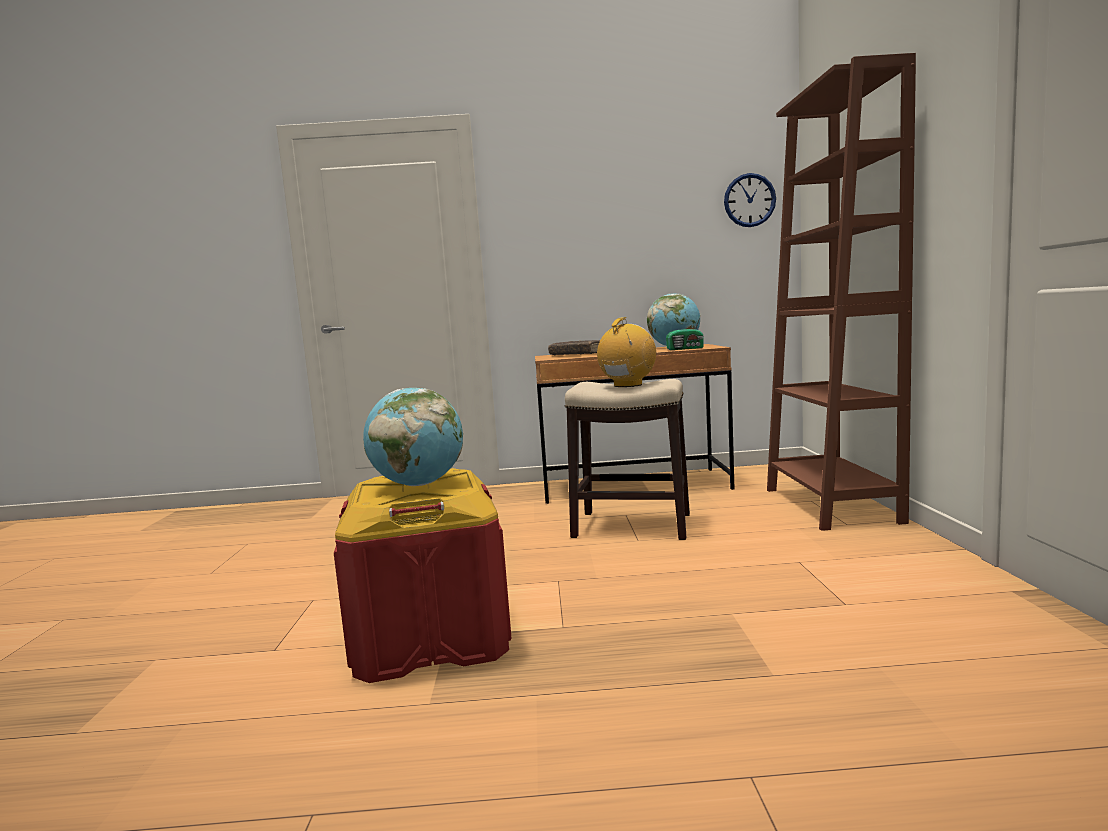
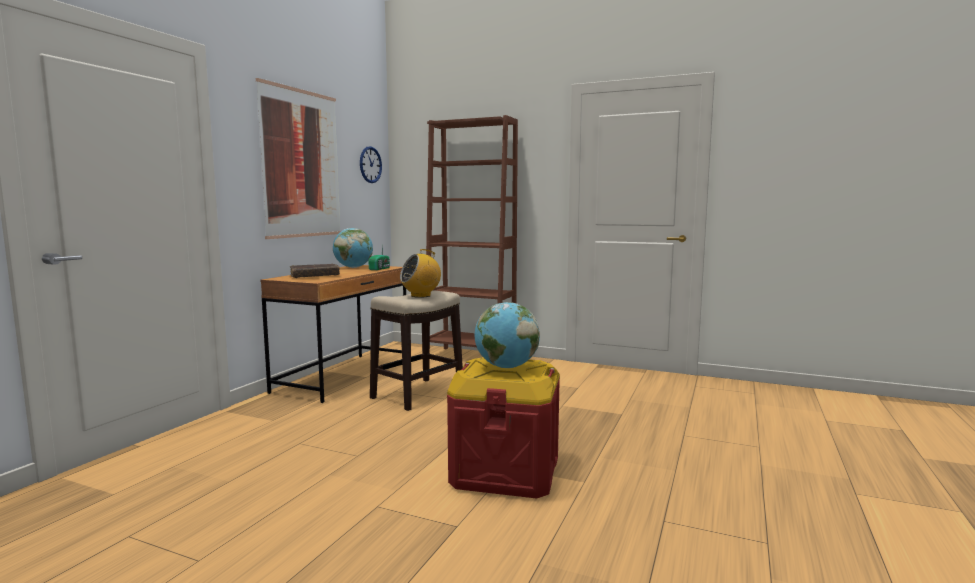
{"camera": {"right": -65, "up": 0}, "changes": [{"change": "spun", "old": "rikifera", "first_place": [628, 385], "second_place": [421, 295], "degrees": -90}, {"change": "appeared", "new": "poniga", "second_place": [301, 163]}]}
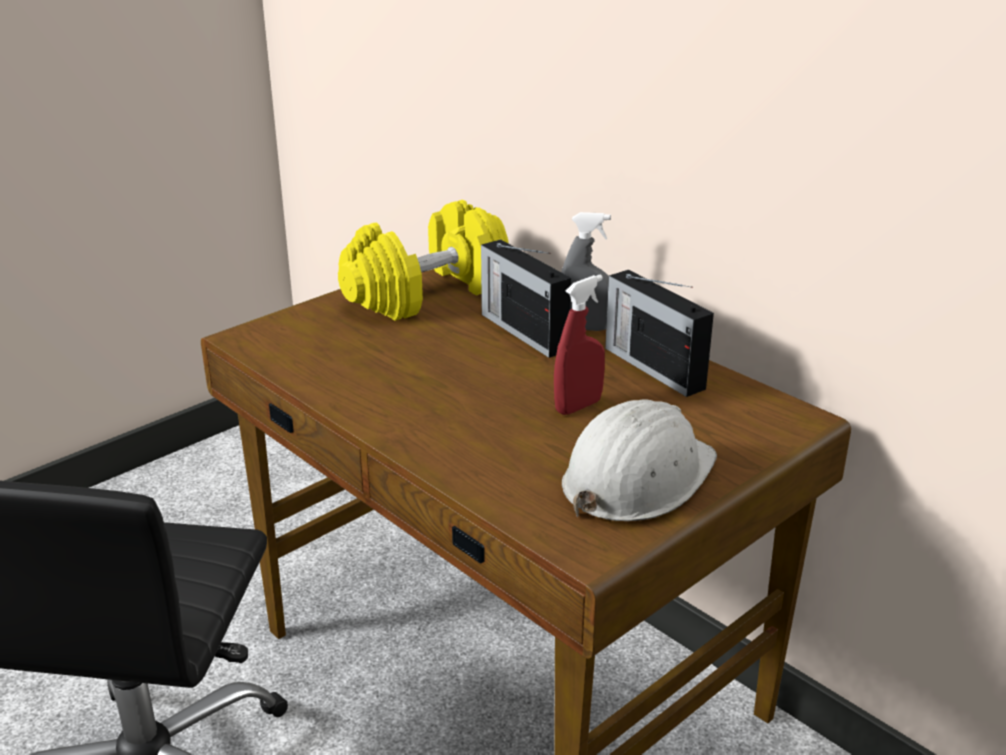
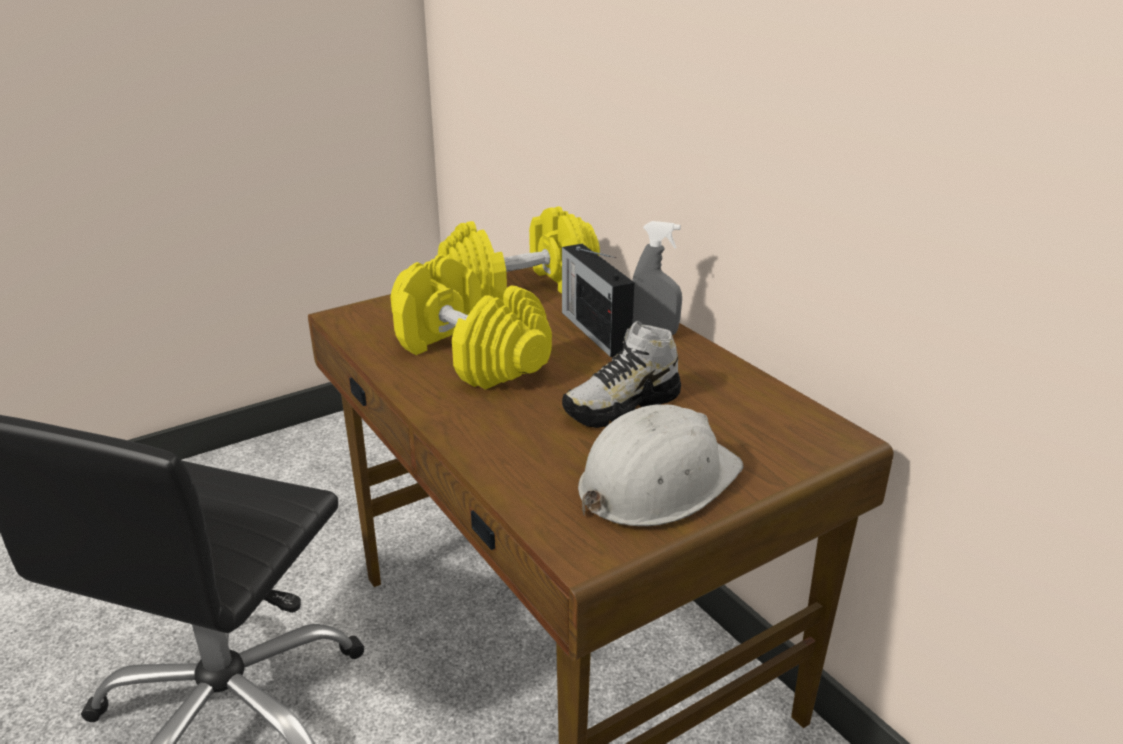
{"camera": {"right": 10, "up": 0}, "changes": [{"change": "exchanged", "old": "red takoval", "new": "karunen", "first_place": [578, 406], "second_place": [622, 405]}, {"change": "missing", "old": "rikifera", "first_place": [652, 367]}, {"change": "appeared", "new": "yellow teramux", "second_place": [468, 355]}]}
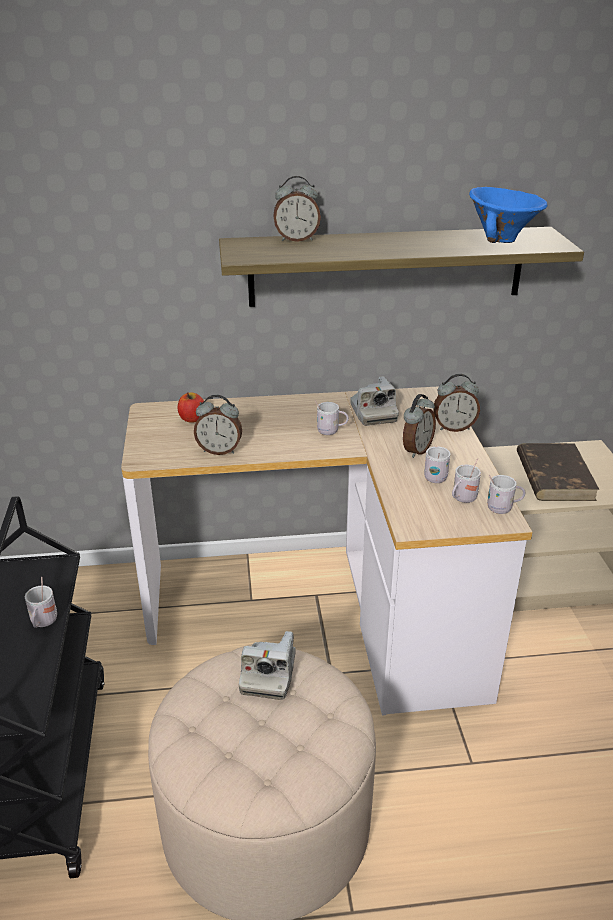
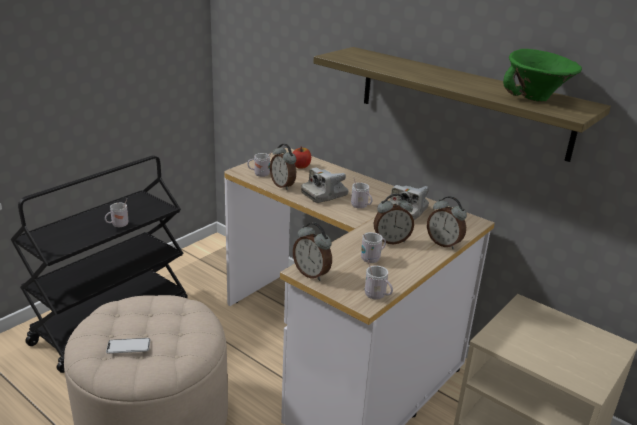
{"camera": {"right": 45, "up": -5}, "changes": [{"change": "relocated", "old": "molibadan", "first_place": [268, 674], "second_place": [324, 194]}, {"change": "relocated", "old": "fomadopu", "first_place": [296, 239], "second_place": [312, 274]}, {"change": "relocated", "old": "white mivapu", "first_place": [462, 499], "second_place": [259, 174]}, {"change": "colour", "old": "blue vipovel", "new": "green vipovel", "first_place": [503, 239], "second_place": [537, 98]}, {"change": "missing", "old": "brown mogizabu", "first_place": [554, 476]}, {"change": "appeared", "new": "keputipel", "second_place": [128, 346]}]}
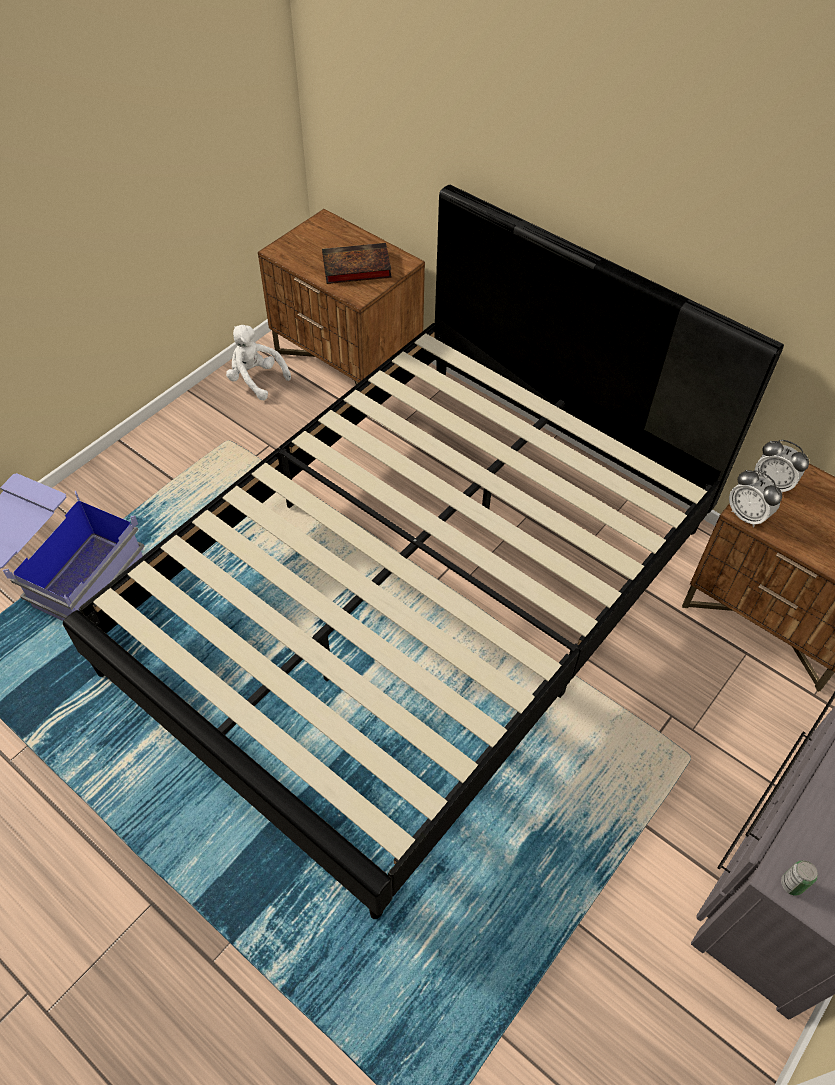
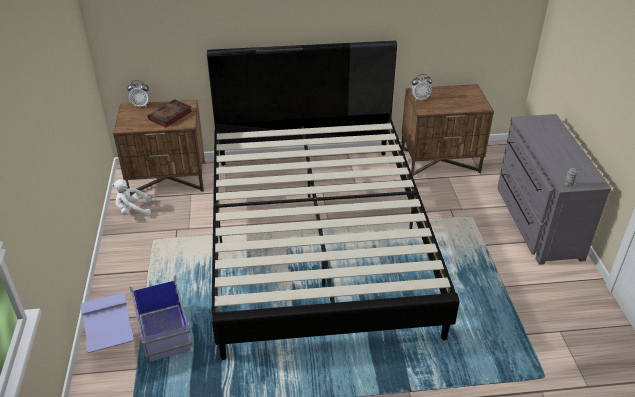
{"camera": {"right": -45, "up": -15}, "changes": [{"change": "relocated", "old": "fomadopu", "first_place": [746, 515], "second_place": [141, 105]}]}
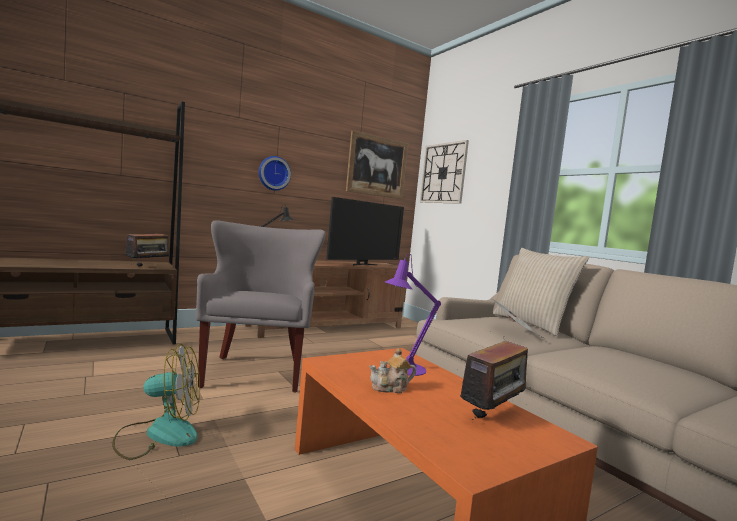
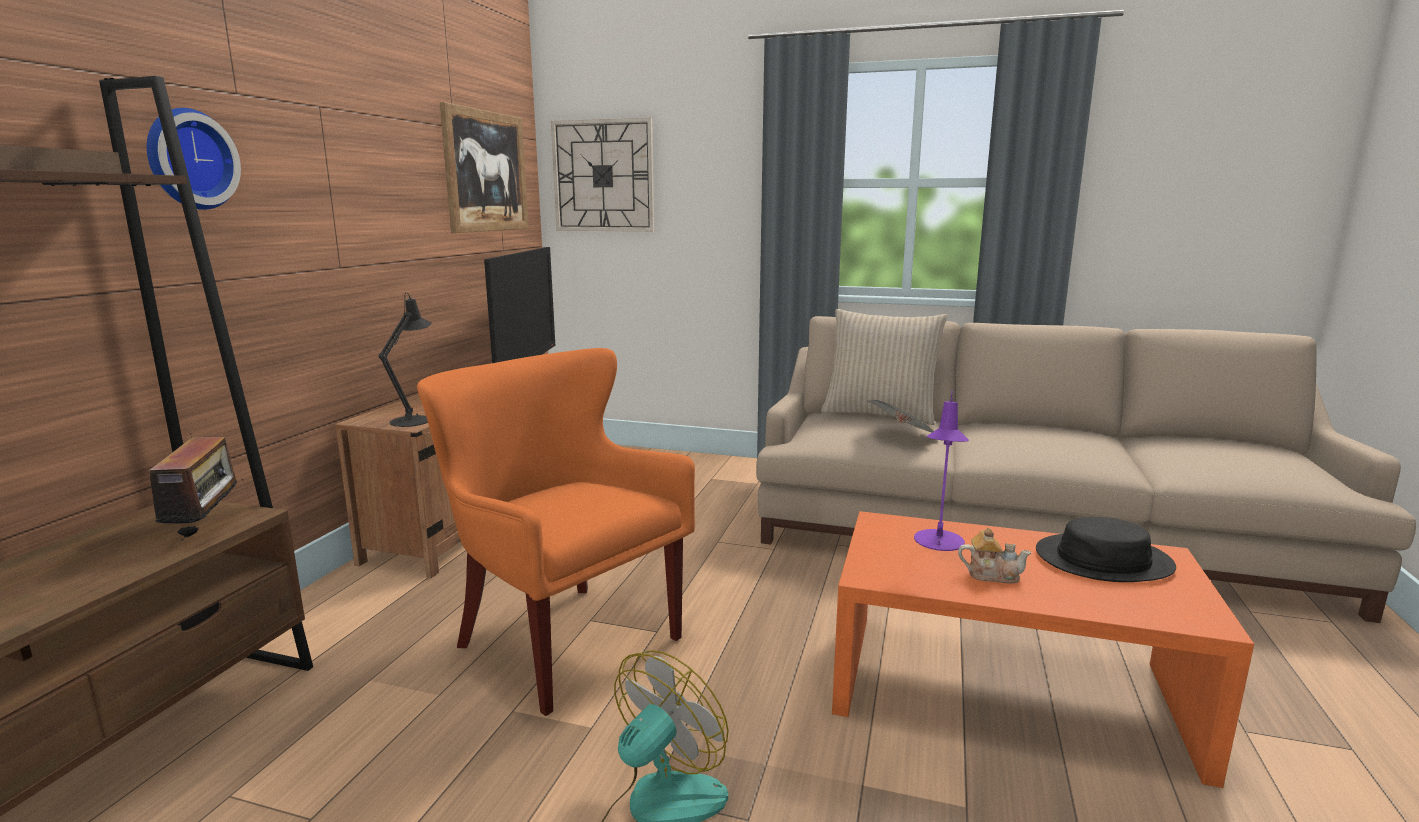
{"camera": {"right": -40, "up": 10}, "changes": [{"change": "colour", "old": "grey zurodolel", "new": "orange zurodolel", "first_place": [256, 372], "second_place": [566, 640]}, {"change": "relocated", "old": "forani", "first_place": [273, 173], "second_place": [188, 159]}, {"change": "spun", "old": "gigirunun", "first_place": [391, 388], "second_place": [991, 575], "degrees": -105}, {"change": "exchanged", "old": "rikifera", "new": "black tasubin", "first_place": [492, 416], "second_place": [1103, 560]}]}
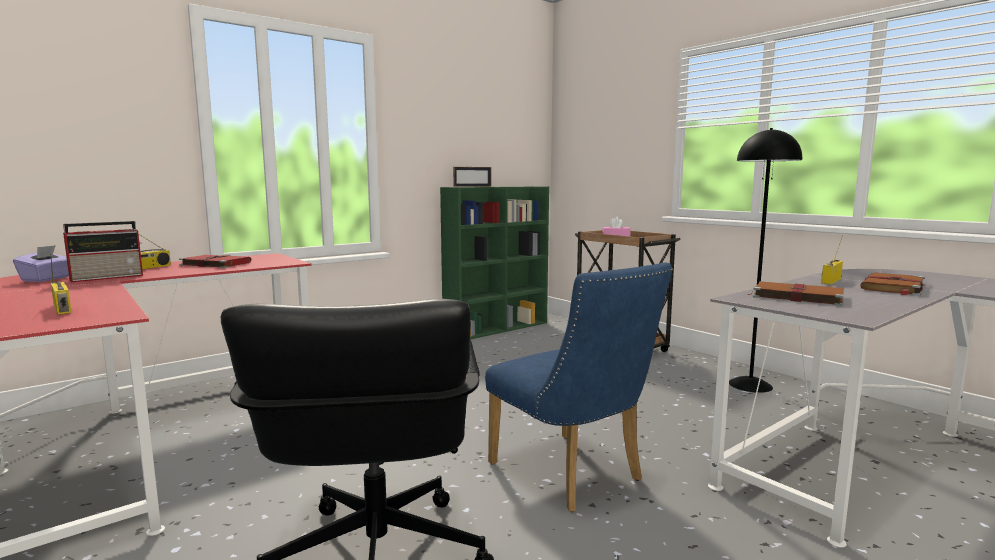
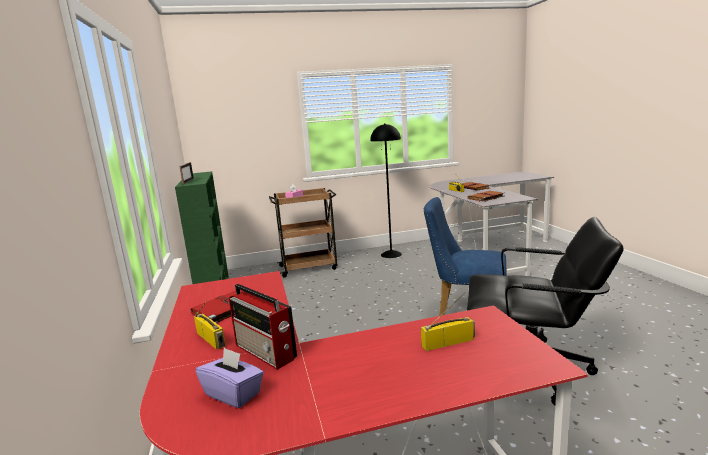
{"camera": {"right": -65, "up": 5}, "changes": [{"change": "spun", "old": "rikifera", "first_place": [108, 277], "second_place": [266, 352], "degrees": 150}, {"change": "spun", "old": "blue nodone", "first_place": [572, 476], "second_place": [465, 310], "degrees": -150}]}
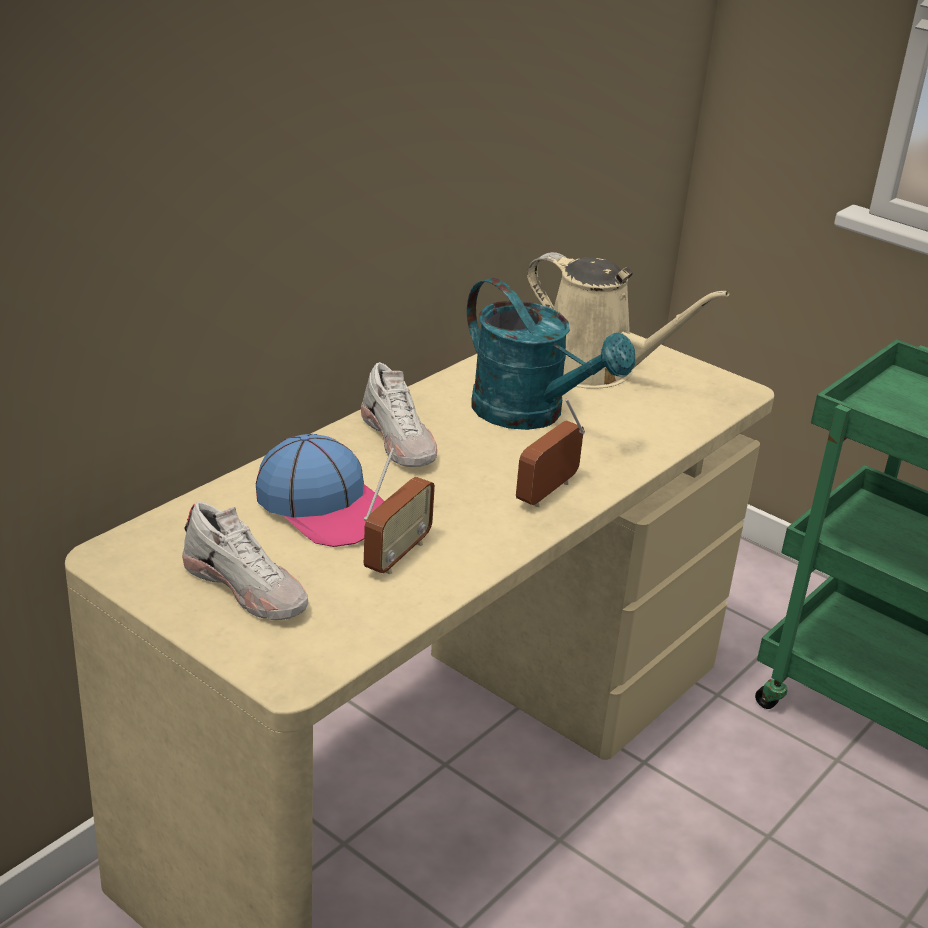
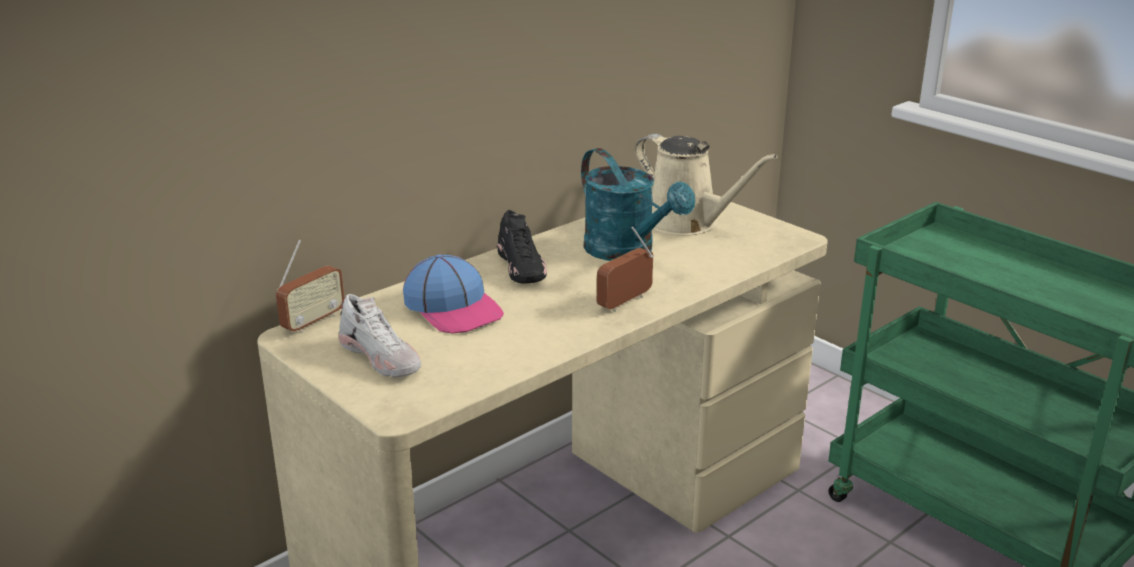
{"camera": {"right": 10, "up": -5}, "changes": [{"change": "colour", "old": "white karunen", "new": "black karunen", "first_place": [399, 440], "second_place": [522, 267]}, {"change": "relocated", "old": "rikifera", "first_place": [397, 555], "second_place": [313, 322]}]}
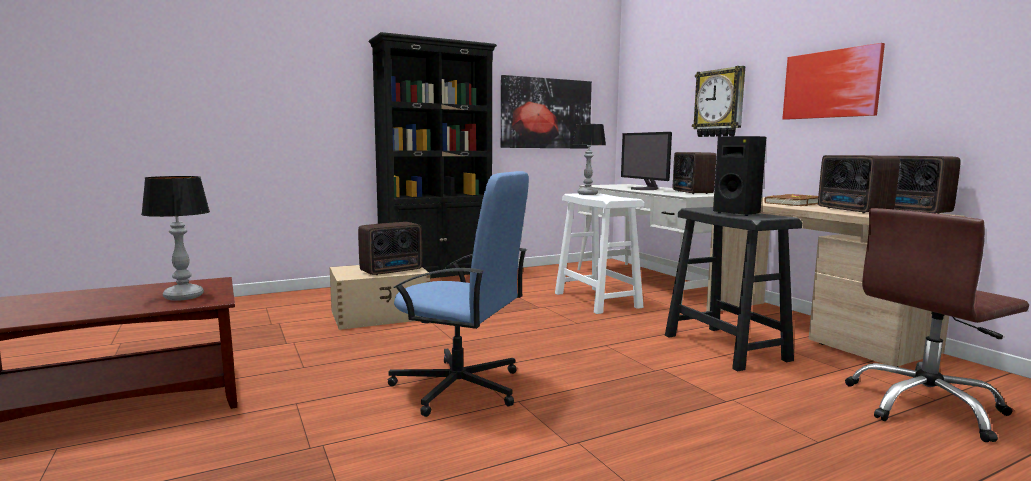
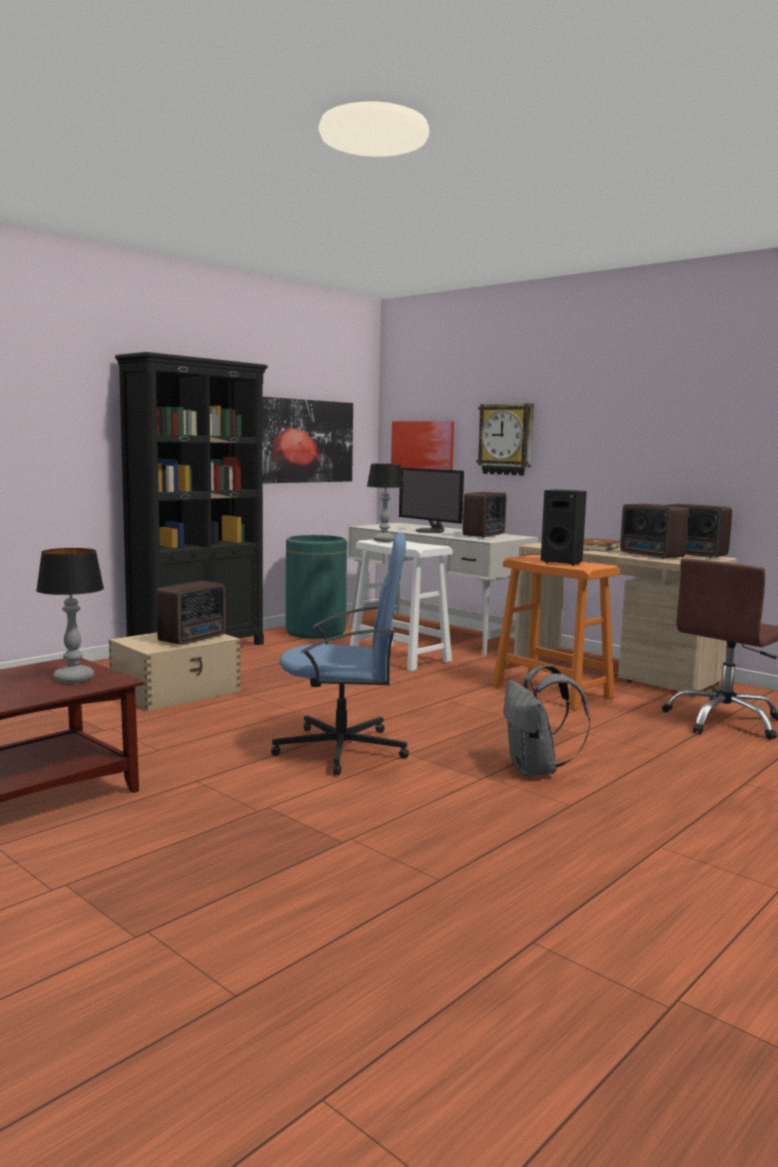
{"camera": {"right": -20, "up": 0}, "changes": [{"change": "colour", "old": "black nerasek", "new": "orange nerasek", "first_place": [725, 347], "second_place": [551, 691]}, {"change": "spun", "old": "rikifera", "first_place": [691, 192], "second_place": [485, 535], "degrees": -120}, {"change": "relocated", "old": "poniga", "first_place": [831, 84], "second_place": [422, 447]}, {"change": "appeared", "new": "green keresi", "second_place": [315, 632]}, {"change": "appeared", "new": "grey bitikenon", "second_place": [536, 770]}]}
